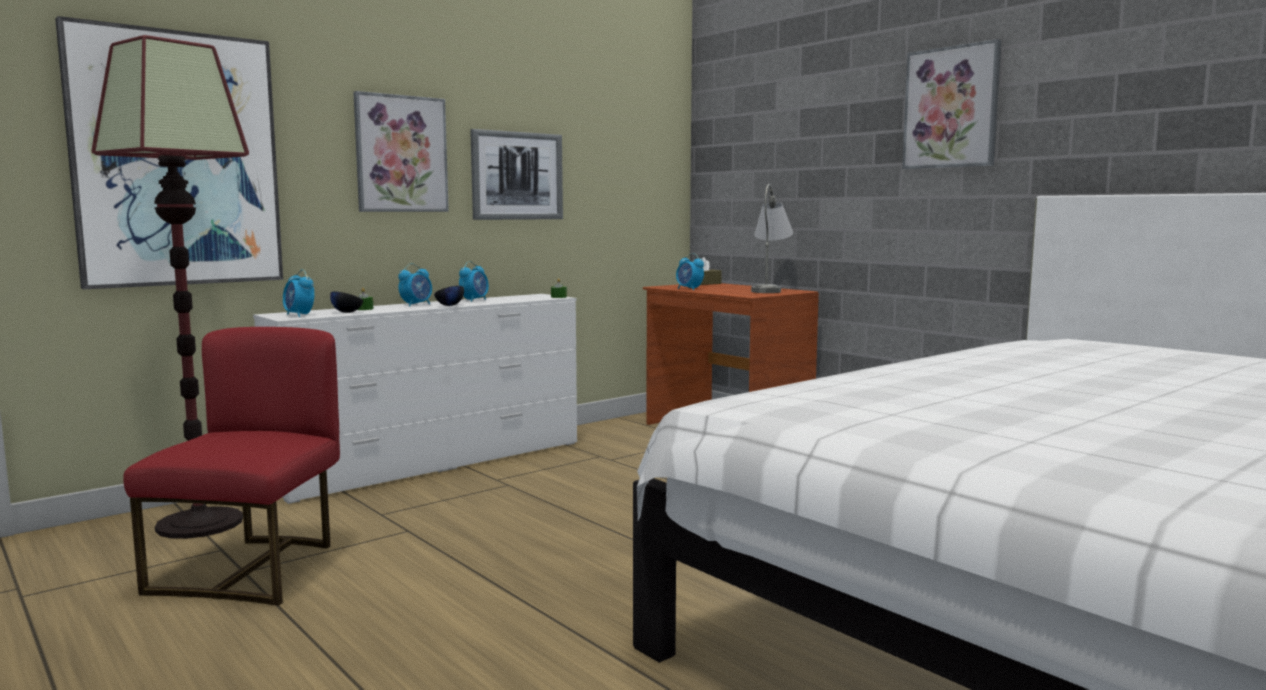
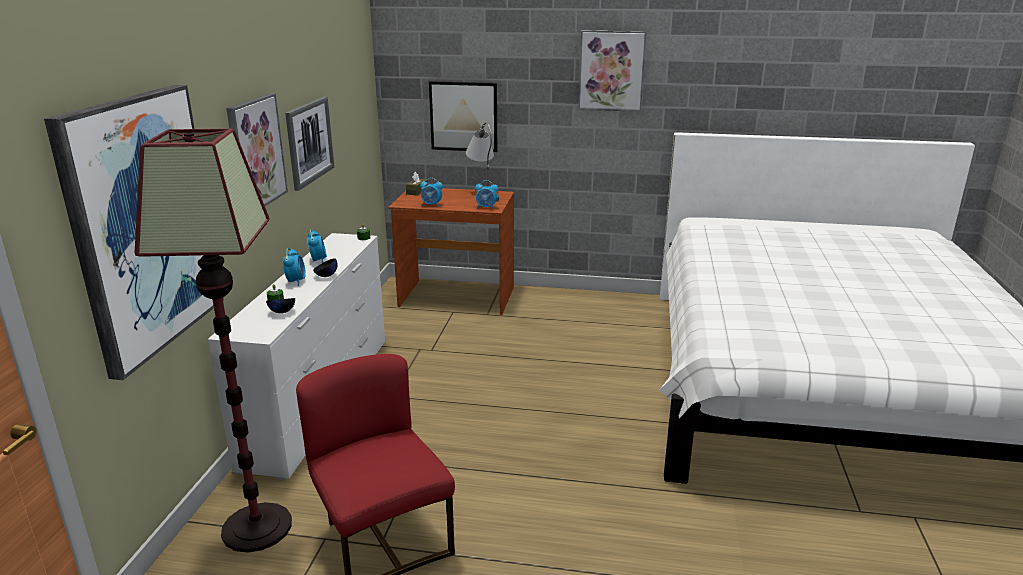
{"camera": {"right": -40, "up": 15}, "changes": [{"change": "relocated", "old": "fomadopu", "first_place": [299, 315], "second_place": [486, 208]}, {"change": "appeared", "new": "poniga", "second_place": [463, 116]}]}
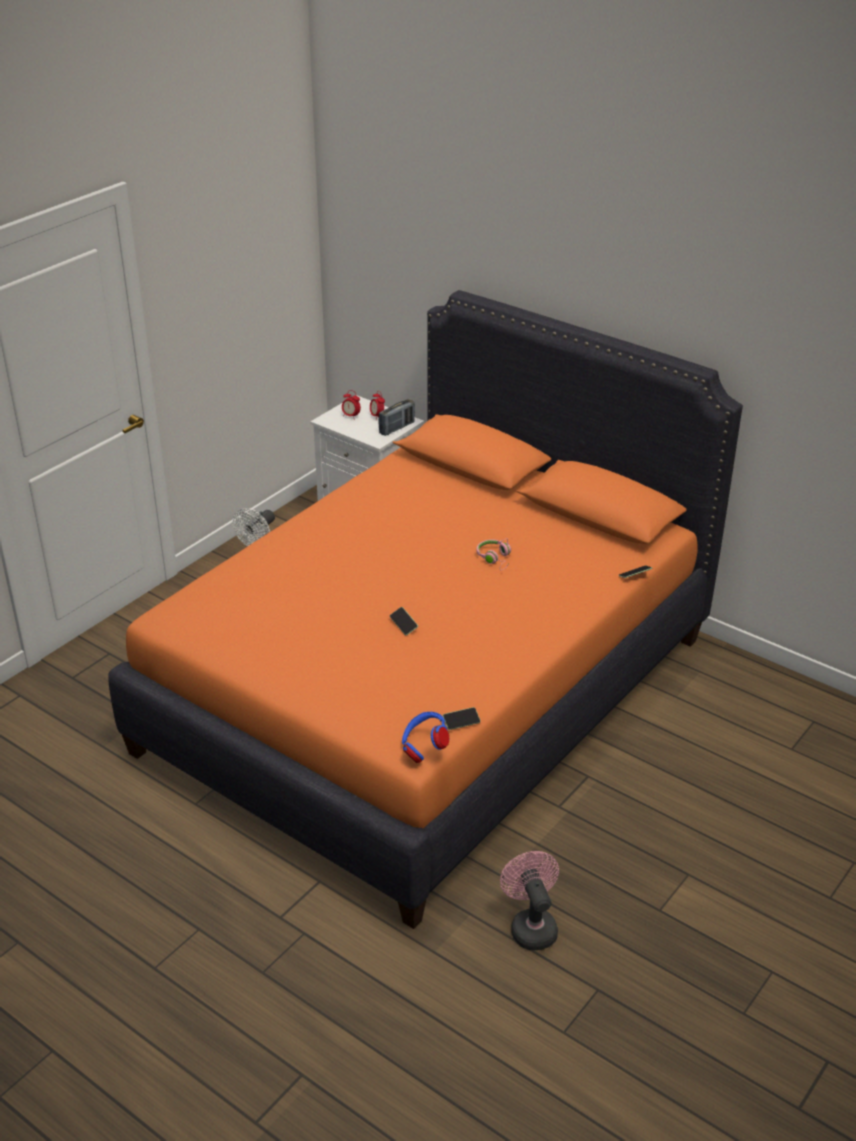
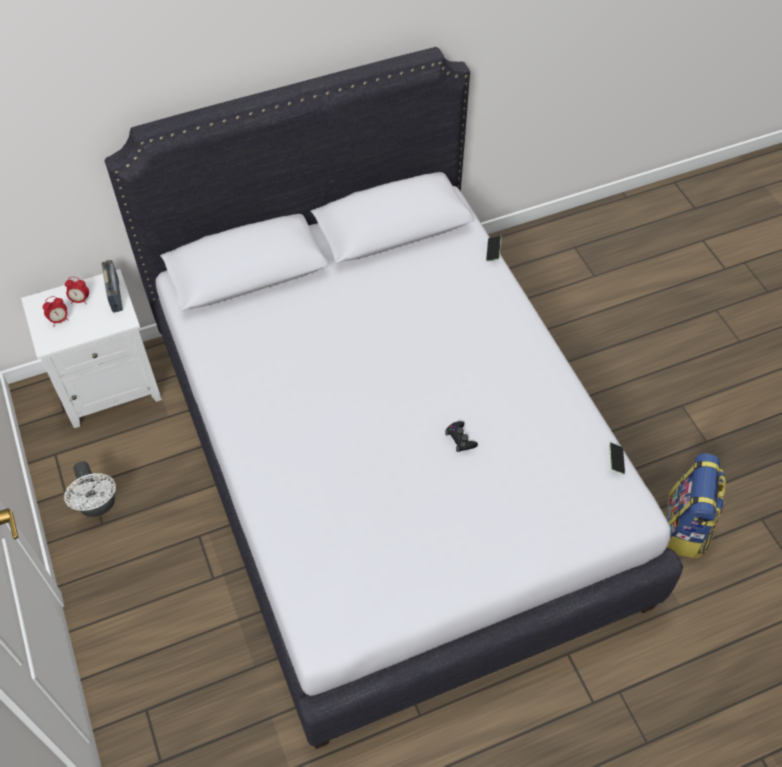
{"camera": {"right": -60, "up": 20}, "changes": [{"change": "colour", "old": "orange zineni", "new": "white zineni", "first_place": [428, 692], "second_place": [389, 464]}, {"change": "exchanged", "old": "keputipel", "new": "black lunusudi", "first_place": [403, 625], "second_place": [460, 439]}, {"change": "missing", "old": "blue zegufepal", "first_place": [424, 749]}, {"change": "missing", "old": "pink zegufepal", "first_place": [495, 559]}, {"change": "exchanged", "old": "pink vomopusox", "new": "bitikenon", "first_place": [531, 926], "second_place": [685, 528]}]}
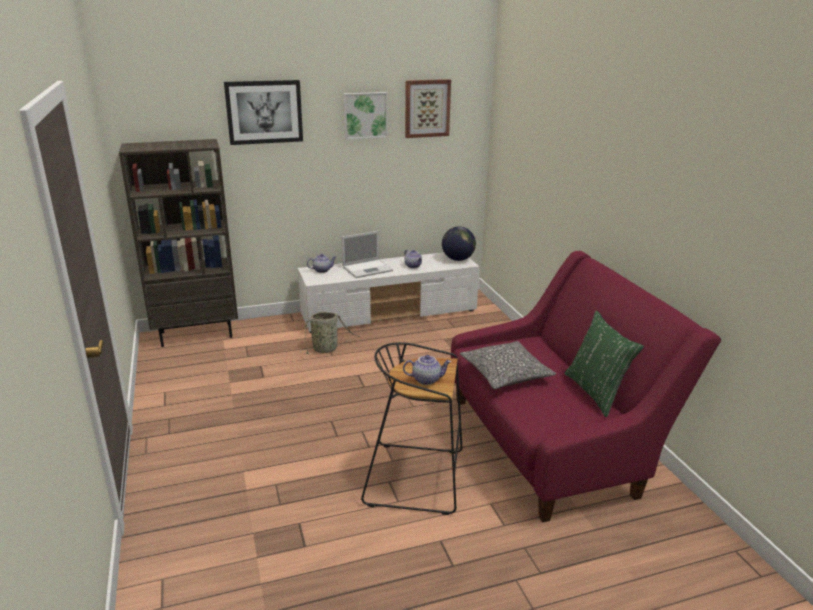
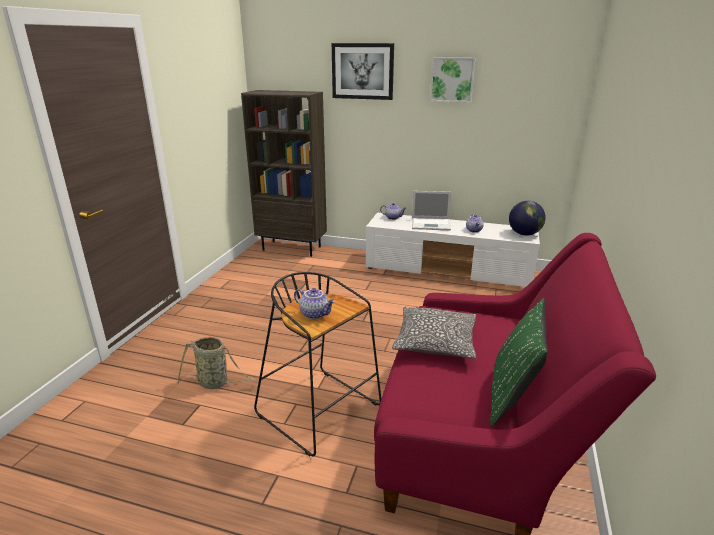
{"camera": {"right": 35, "up": 0}, "changes": [{"change": "relocated", "old": "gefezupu", "first_place": [327, 349], "second_place": [215, 383]}, {"change": "missing", "old": "poniga", "first_place": [427, 108]}]}
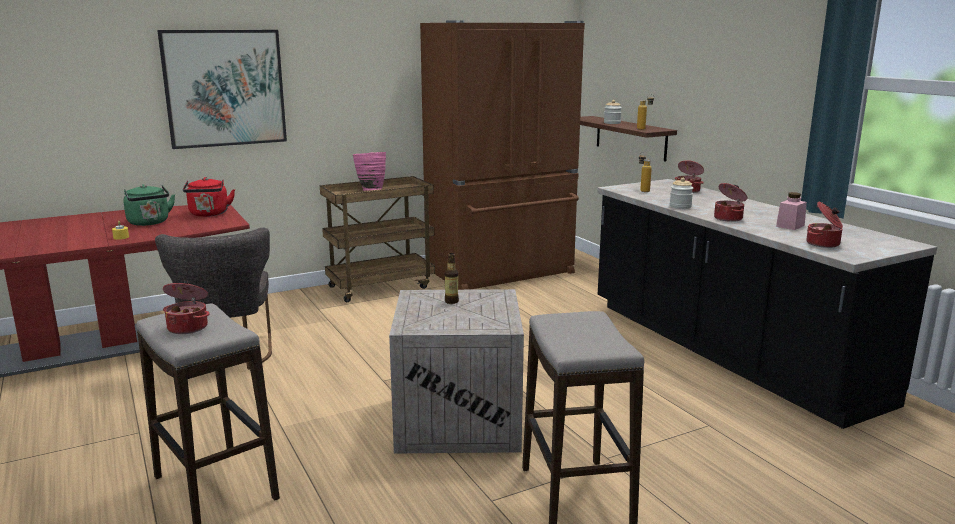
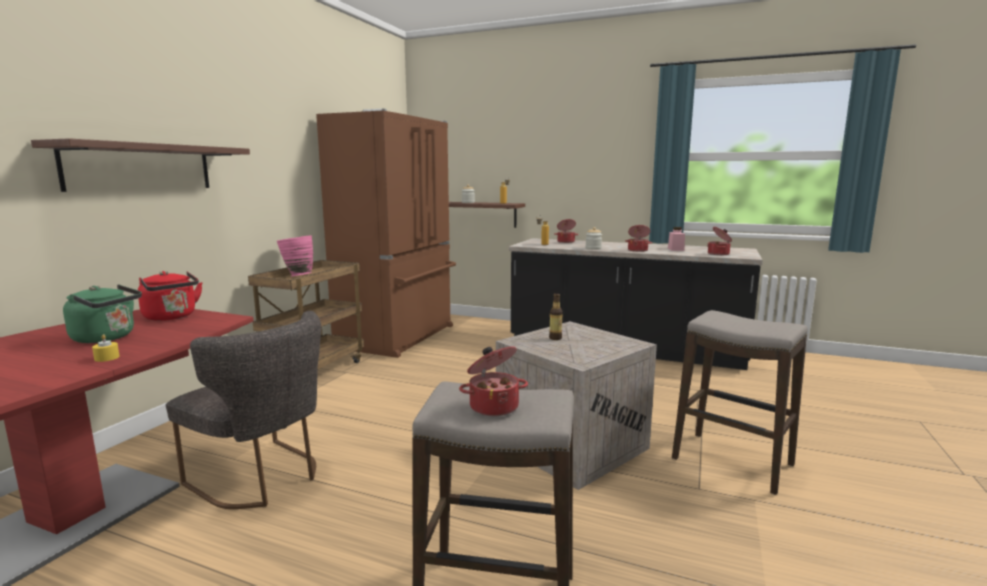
{"camera": {"right": -40, "up": -5}, "changes": [{"change": "exchanged", "old": "poniga", "new": "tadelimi", "first_place": [224, 88], "second_place": [141, 167]}]}
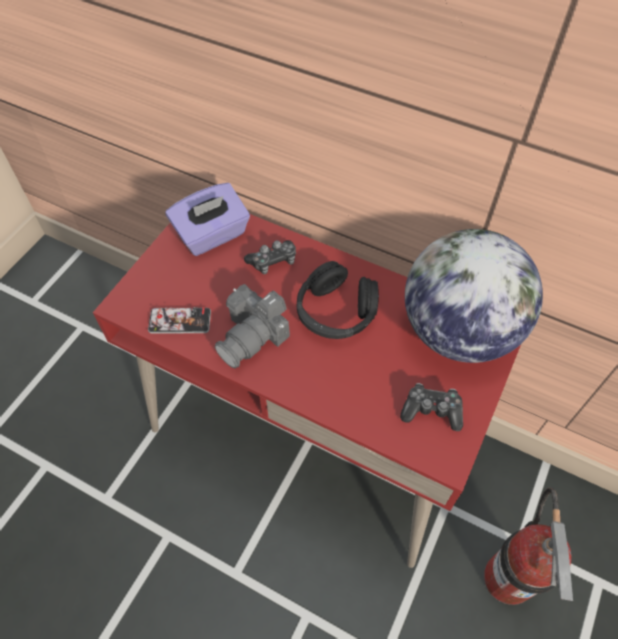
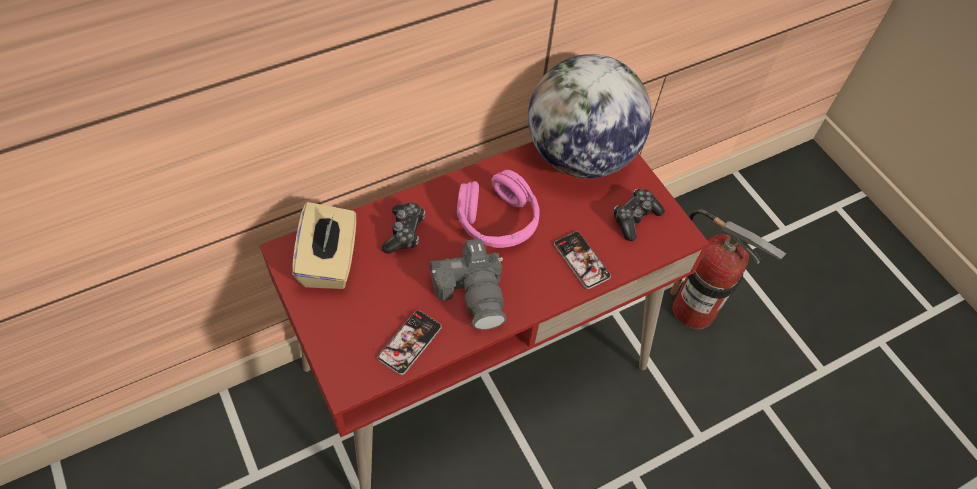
{"camera": {"right": -60, "up": 0}, "changes": [{"change": "colour", "old": "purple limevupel", "new": "beige limevupel", "first_place": [212, 235], "second_place": [330, 261]}, {"change": "colour", "old": "black zegufepal", "new": "pink zegufepal", "first_place": [335, 312], "second_place": [497, 221]}, {"change": "appeared", "new": "keputipel", "second_place": [581, 260]}]}
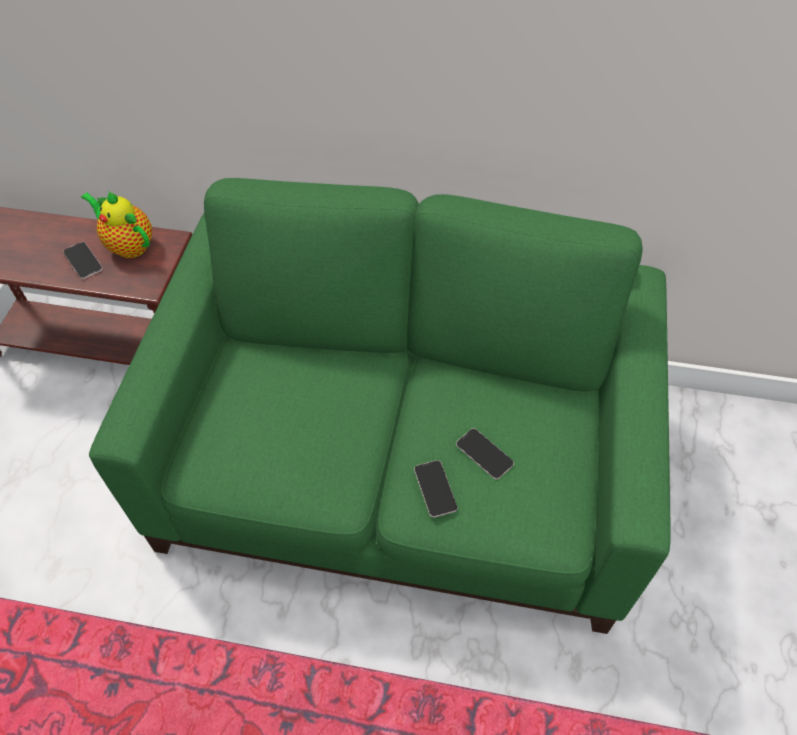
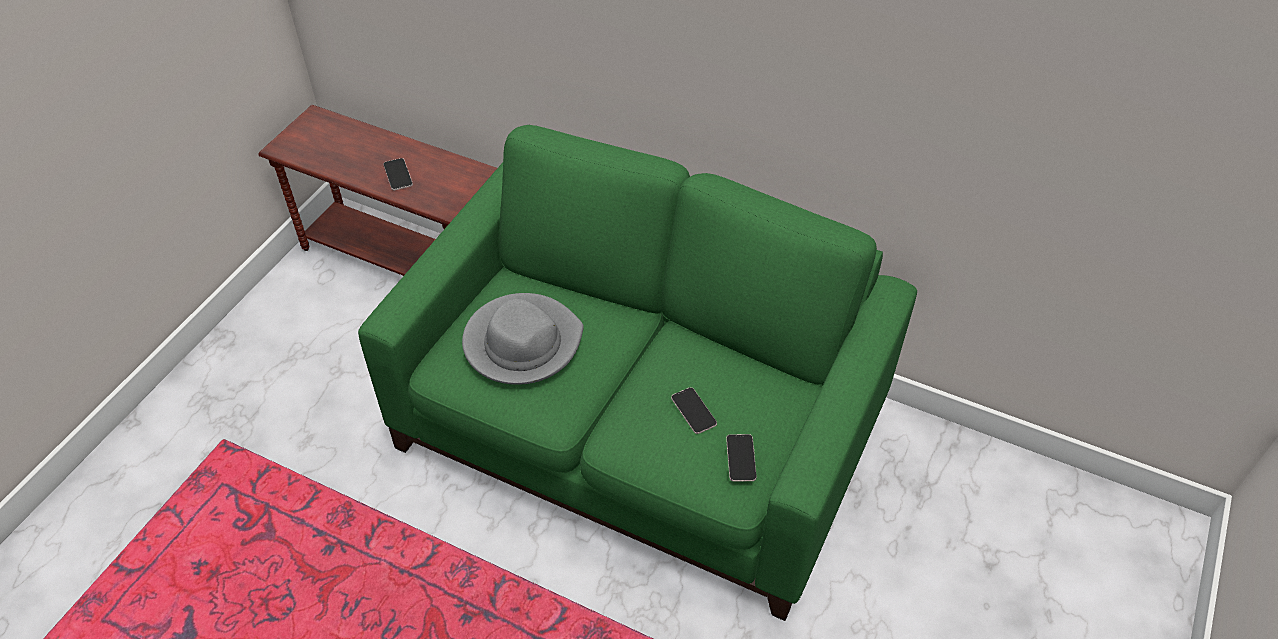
{"camera": {"right": 15, "up": -5}, "changes": [{"change": "missing", "old": "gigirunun", "first_place": [128, 245]}, {"change": "relocated", "old": "keputipel", "first_place": [435, 489], "second_place": [741, 458]}, {"change": "appeared", "new": "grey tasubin", "second_place": [522, 342]}]}
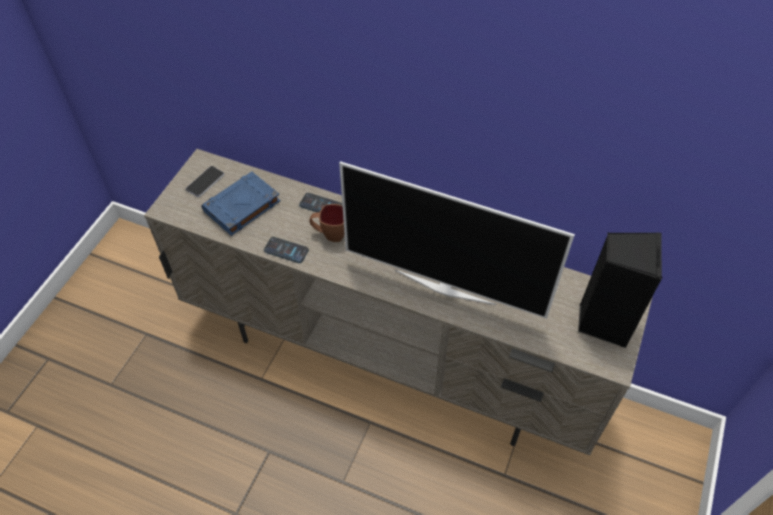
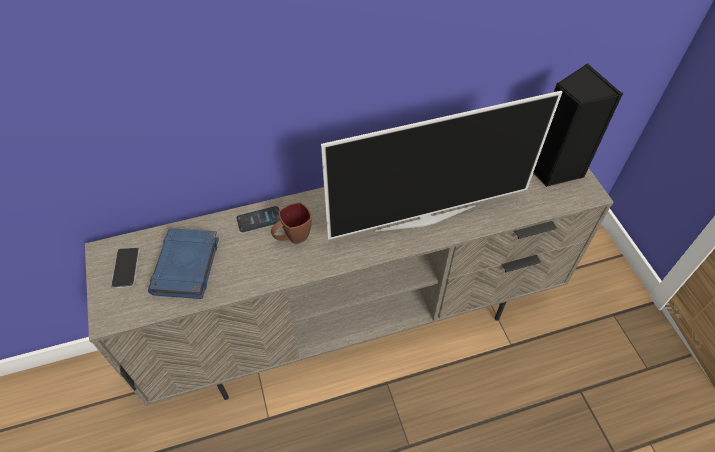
{"camera": {"right": -40, "up": 0}, "changes": [{"change": "missing", "old": "keputipel", "first_place": [286, 250]}]}
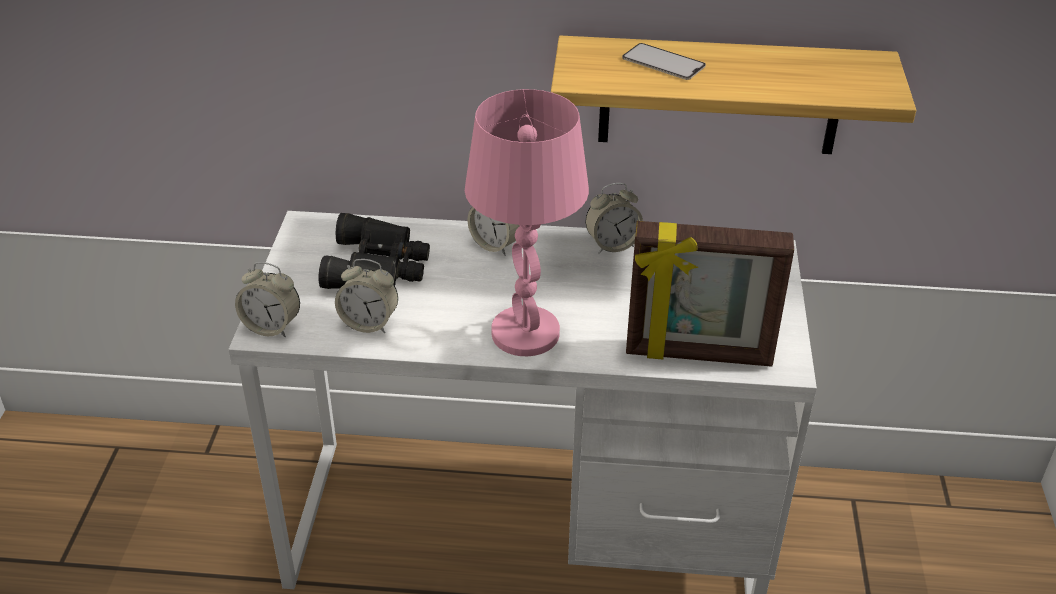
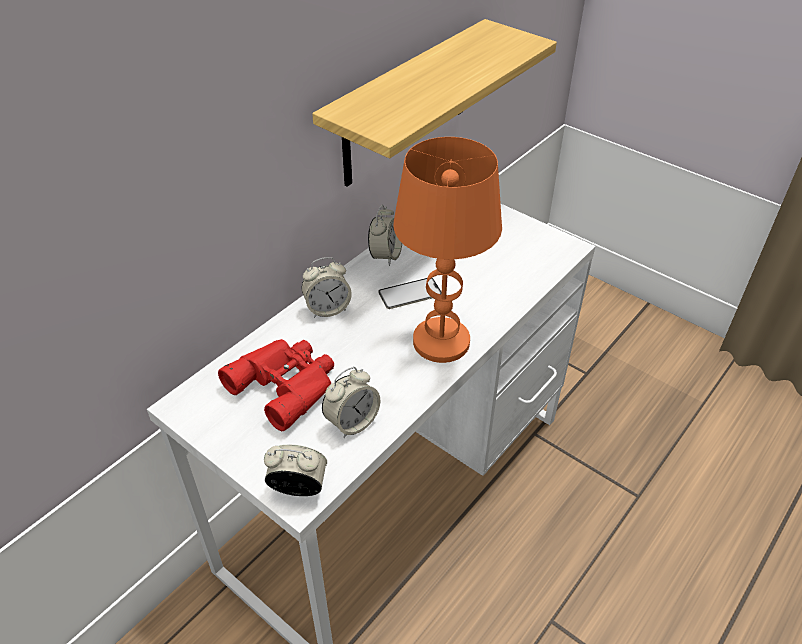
{"camera": {"right": -55, "up": 5}, "changes": [{"change": "spun", "old": "fomadopu", "first_place": [271, 327], "second_place": [298, 488], "degrees": -135}, {"change": "colour", "old": "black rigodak", "new": "red rigodak", "first_place": [379, 266], "second_place": [286, 384]}, {"change": "colour", "old": "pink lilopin", "new": "orange lilopin", "first_place": [524, 333], "second_place": [440, 342]}, {"change": "relocated", "old": "keputipel", "first_place": [663, 62], "second_place": [410, 293]}, {"change": "missing", "old": "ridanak", "first_place": [698, 355]}]}
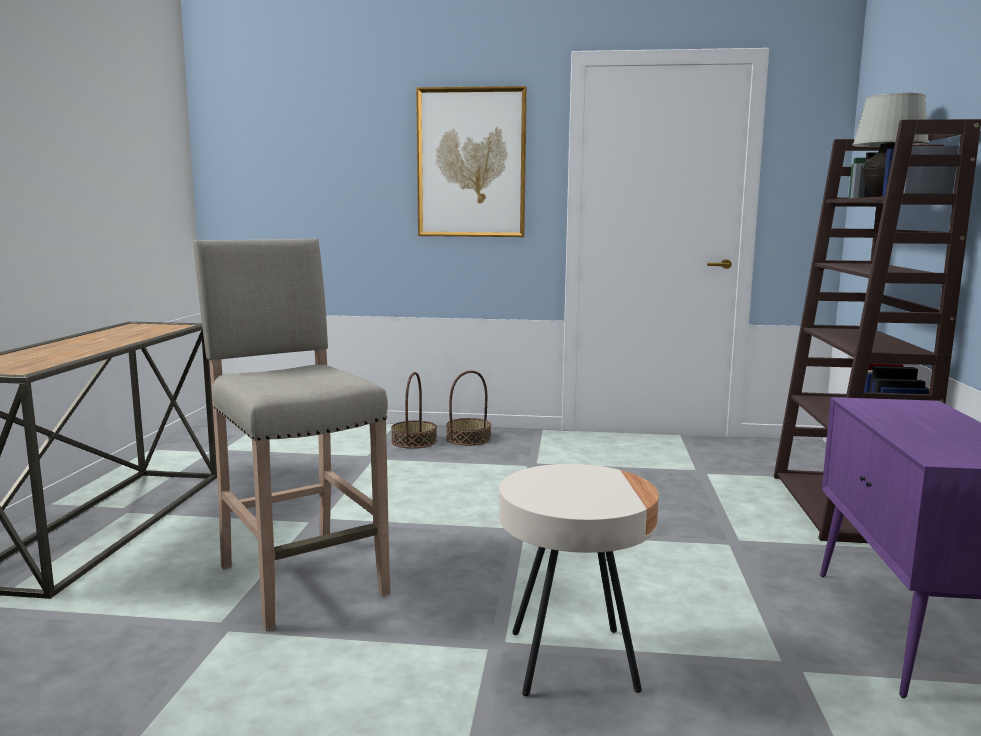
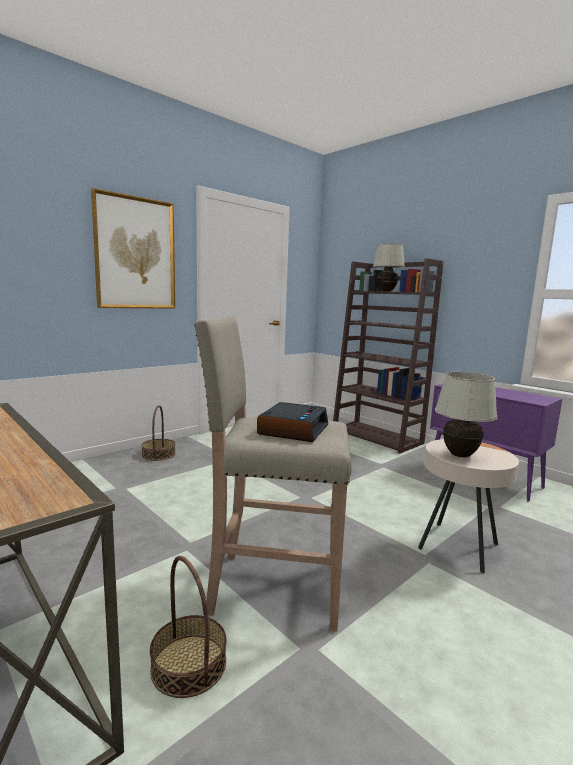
{"camera": {"right": -50, "up": 0}, "changes": [{"change": "relocated", "old": "gefezupu", "first_place": [414, 441], "second_place": [188, 664]}, {"change": "appeared", "new": "fomadopu", "second_place": [293, 429]}, {"change": "appeared", "new": "white lilopin", "second_place": [460, 455]}]}
